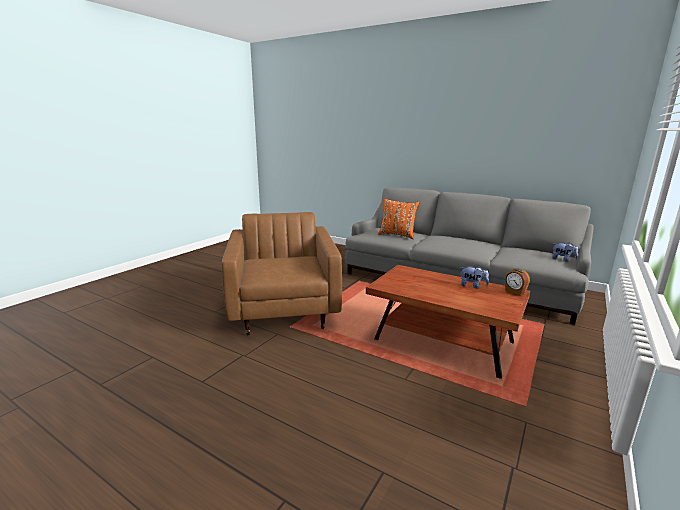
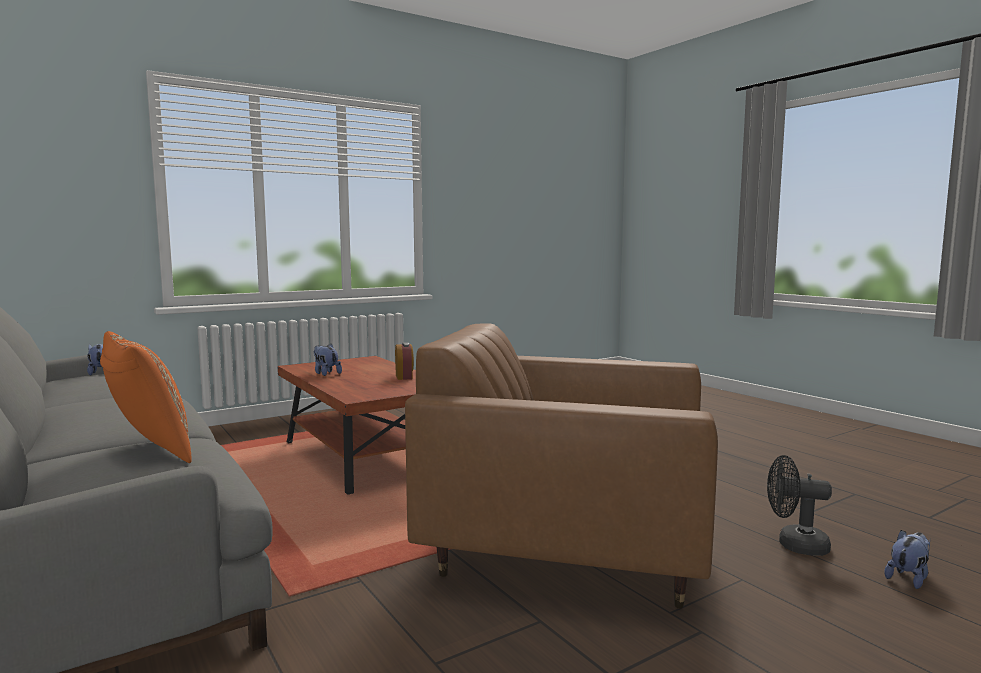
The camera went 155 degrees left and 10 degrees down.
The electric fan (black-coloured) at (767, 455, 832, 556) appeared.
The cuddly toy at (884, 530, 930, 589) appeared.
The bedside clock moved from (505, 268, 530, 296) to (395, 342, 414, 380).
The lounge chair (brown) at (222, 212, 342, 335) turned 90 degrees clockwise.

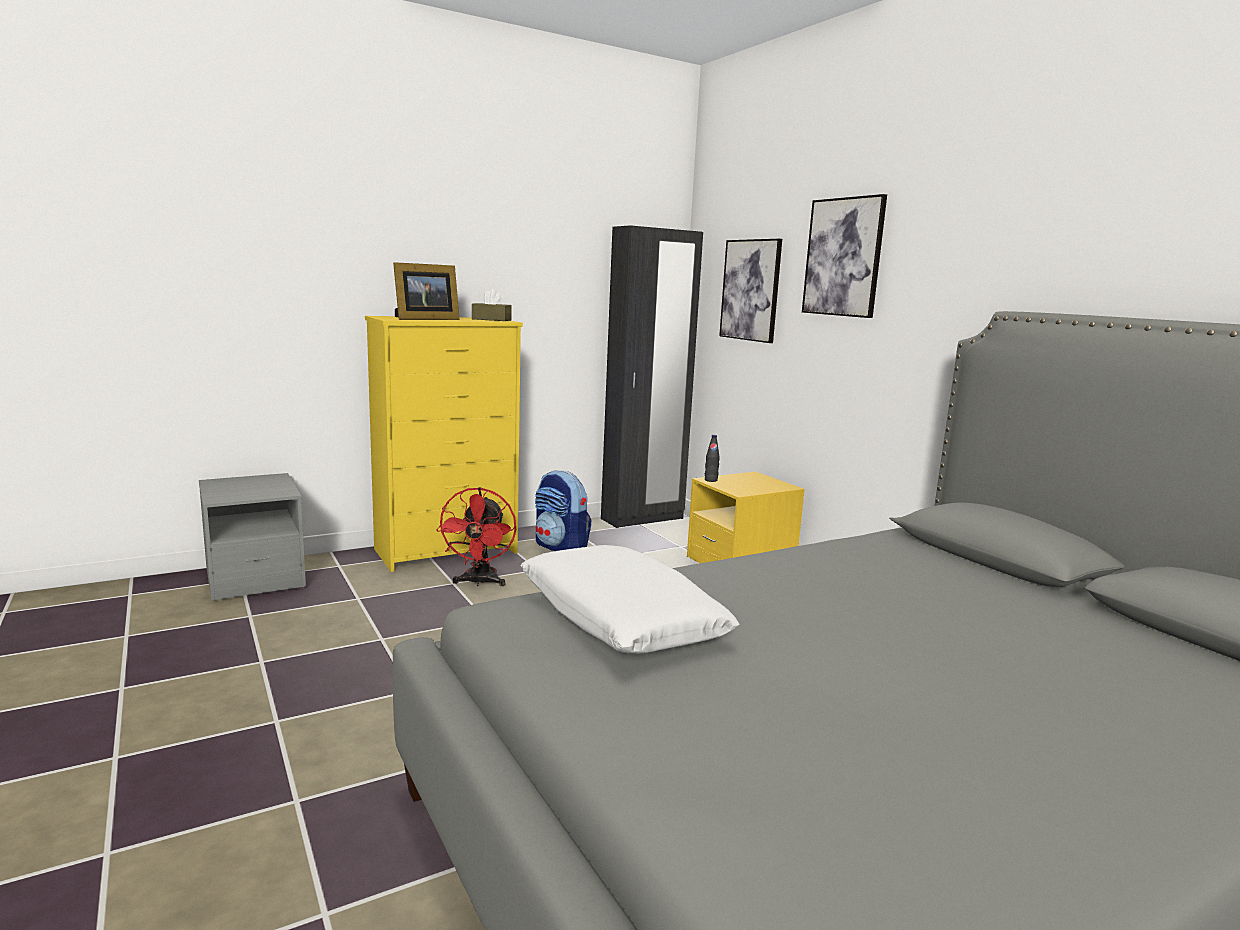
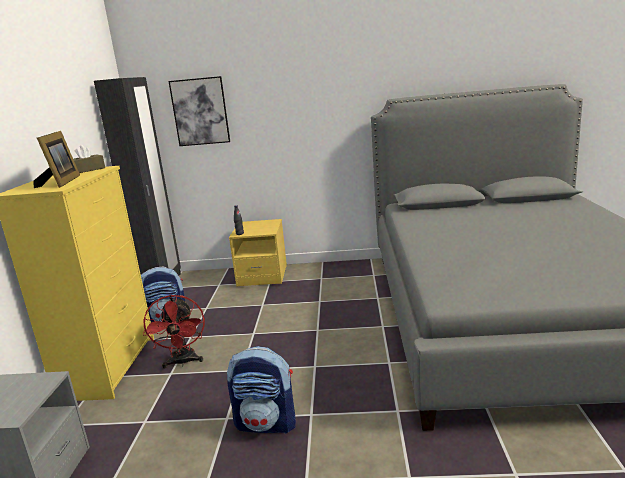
The camera went 55 degrees left and 5 degrees up.
The cushion (whitish) at (521, 545, 739, 654) disappeared.
The wall picture at (802, 194, 887, 318) disappeared.
The rucksack at (227, 346, 296, 434) appeared.
The electric fan (red) at (436, 487, 516, 586) turned 45 degrees clockwise.

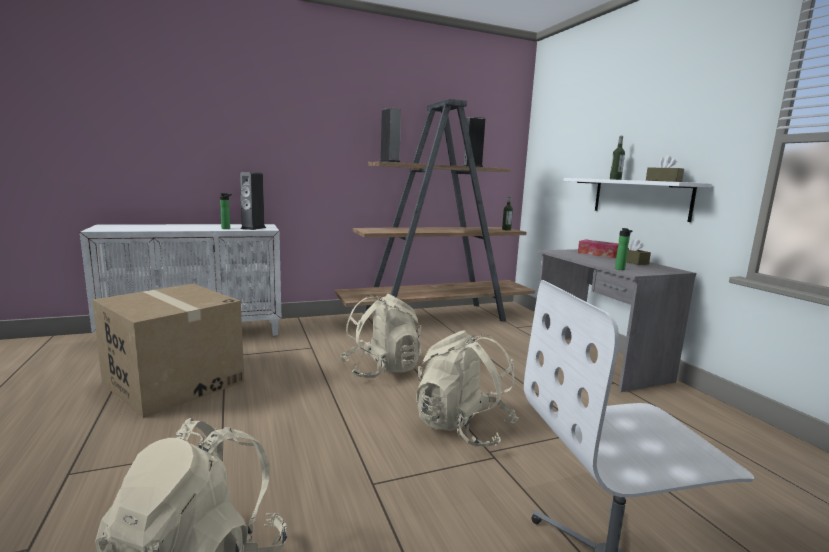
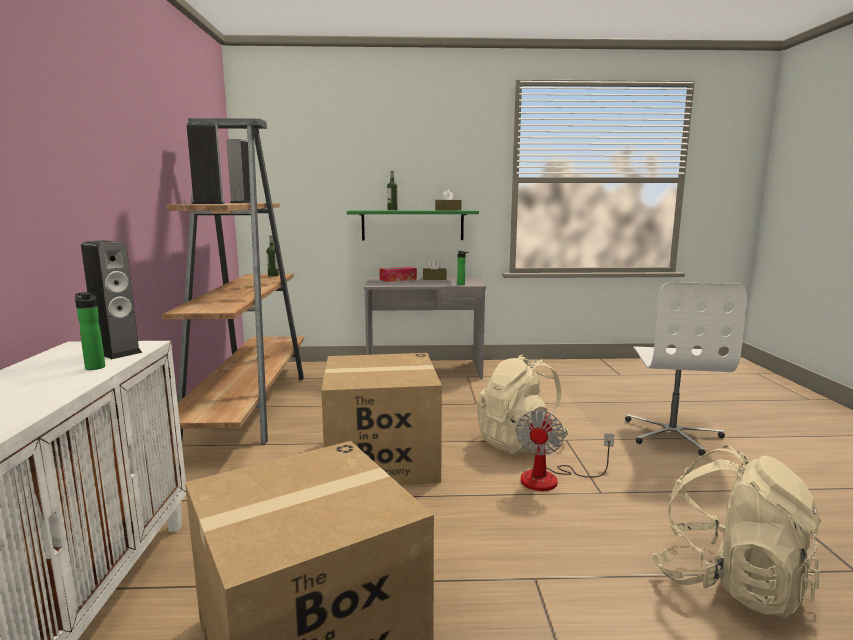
The camera went 70 degrees left and 0 degrees up.
The electric fan at (516, 410, 614, 491) appeared.
The rucksack (beige-coloured) at (340, 294, 421, 378) was replaced by the carton at (321, 353, 442, 485).
The bracket shelf (whitish) at (564, 178, 712, 222) became the bracket shelf (greenish) at (347, 210, 479, 241).

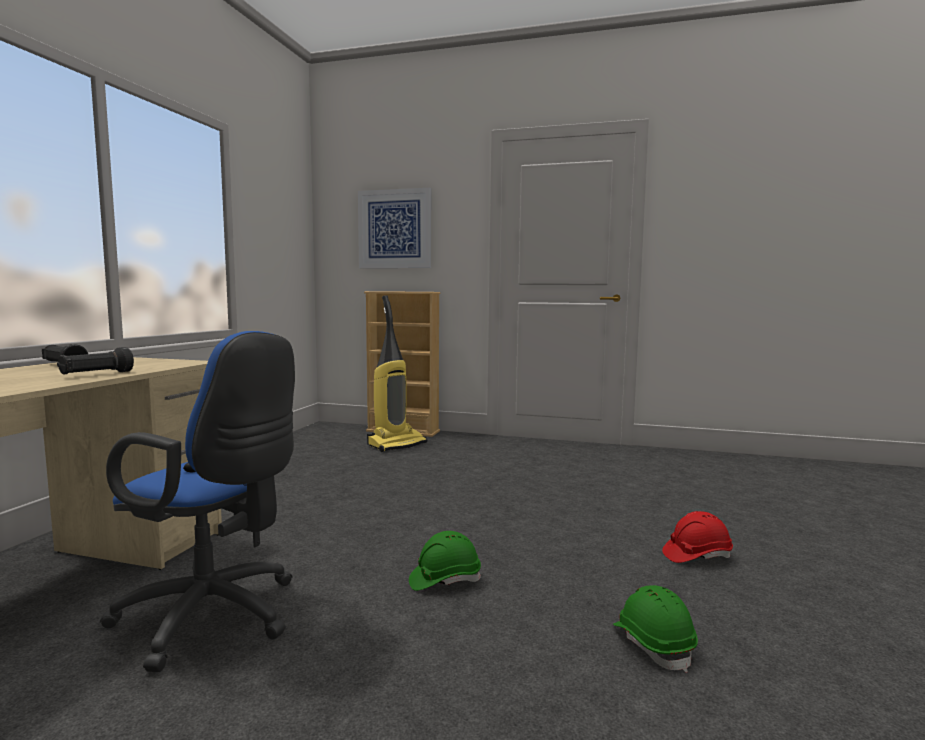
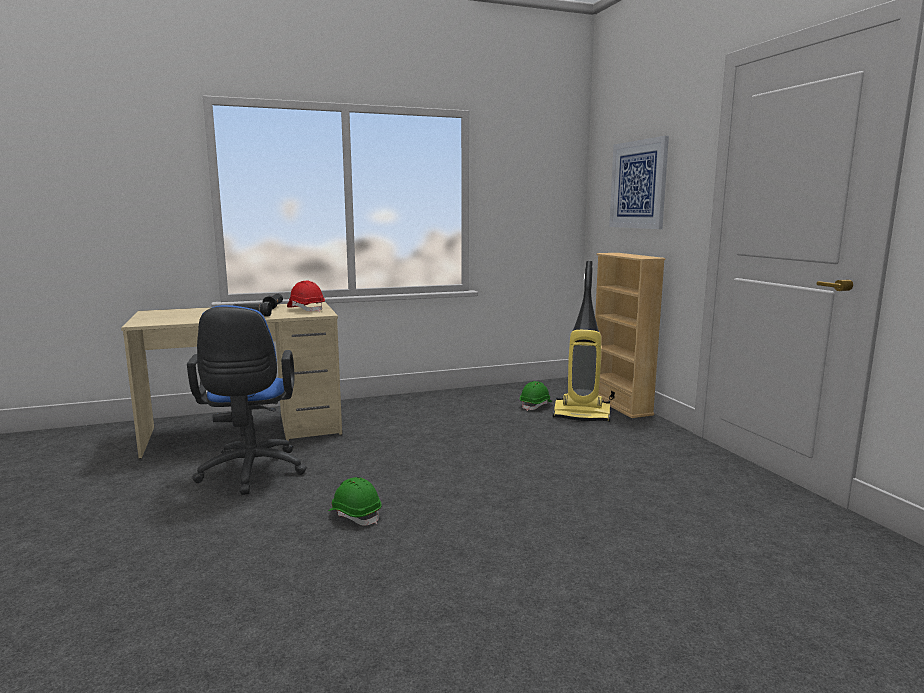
The camera went 55 degrees right and 5 degrees up.
The hard hat (greenish) moved from (613, 585, 698, 673) to (520, 381, 552, 411).
The hard hat (red) moved from (662, 511, 733, 563) to (287, 281, 325, 312).

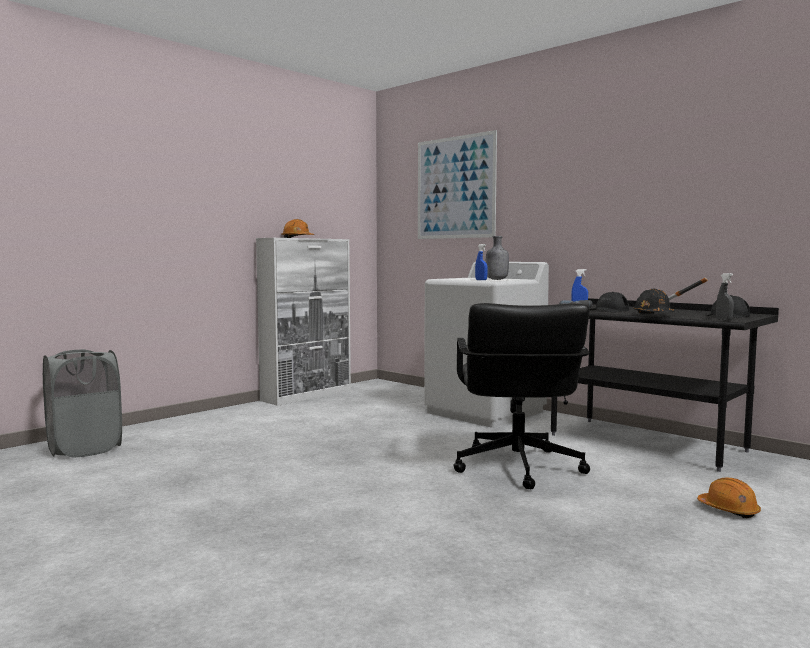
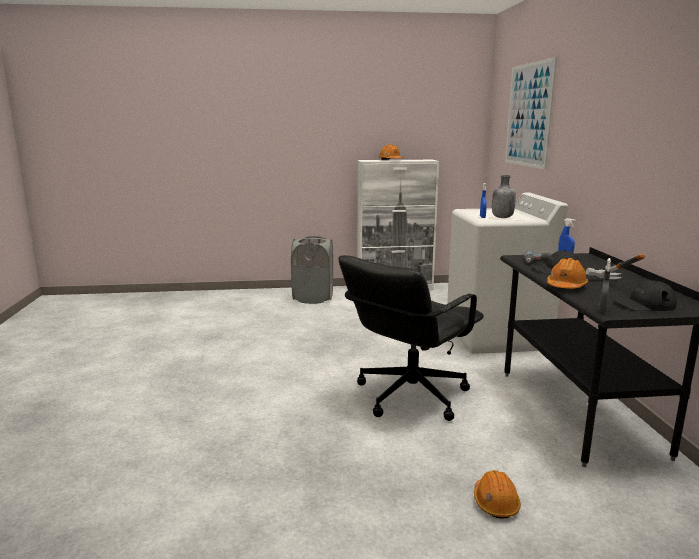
The camera went 40 degrees right and 10 degrees up.
The hamper (gray) moved from (43, 349, 122, 457) to (291, 236, 333, 304).
The hard hat (black-coloured) at (633, 289, 675, 314) became the hard hat (orangey) at (547, 258, 588, 289).

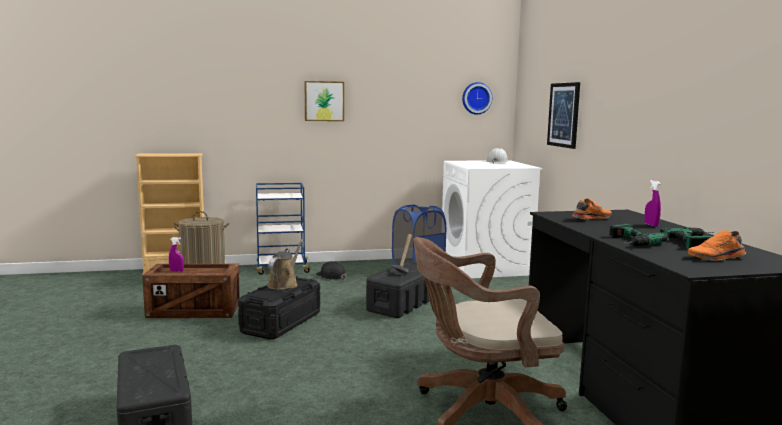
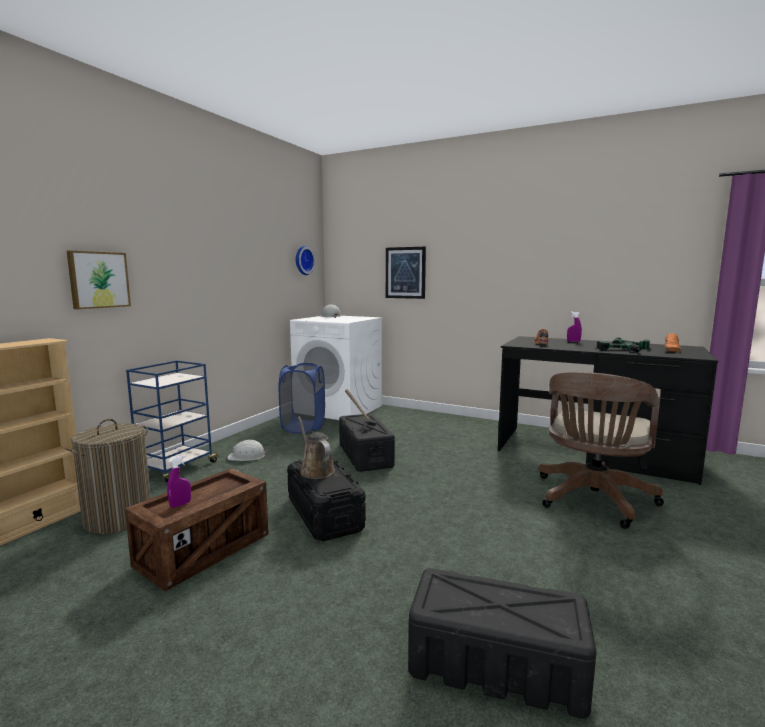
The camera went 50 degrees left and 0 degrees up.
The wall picture moved from (305, 81, 344, 121) to (67, 251, 131, 309).
The hard hat (black-coloured) at (316, 261, 346, 280) became the hard hat (whitish) at (227, 440, 268, 461).

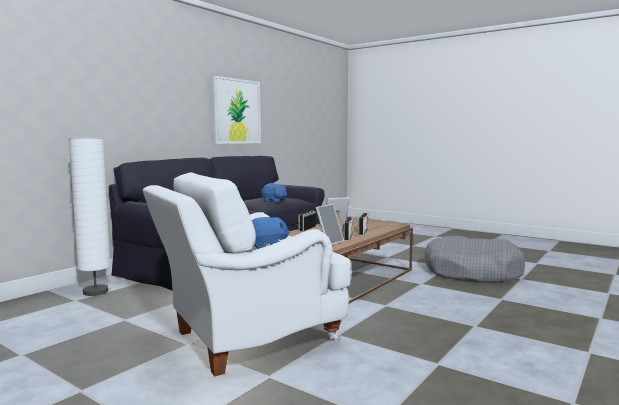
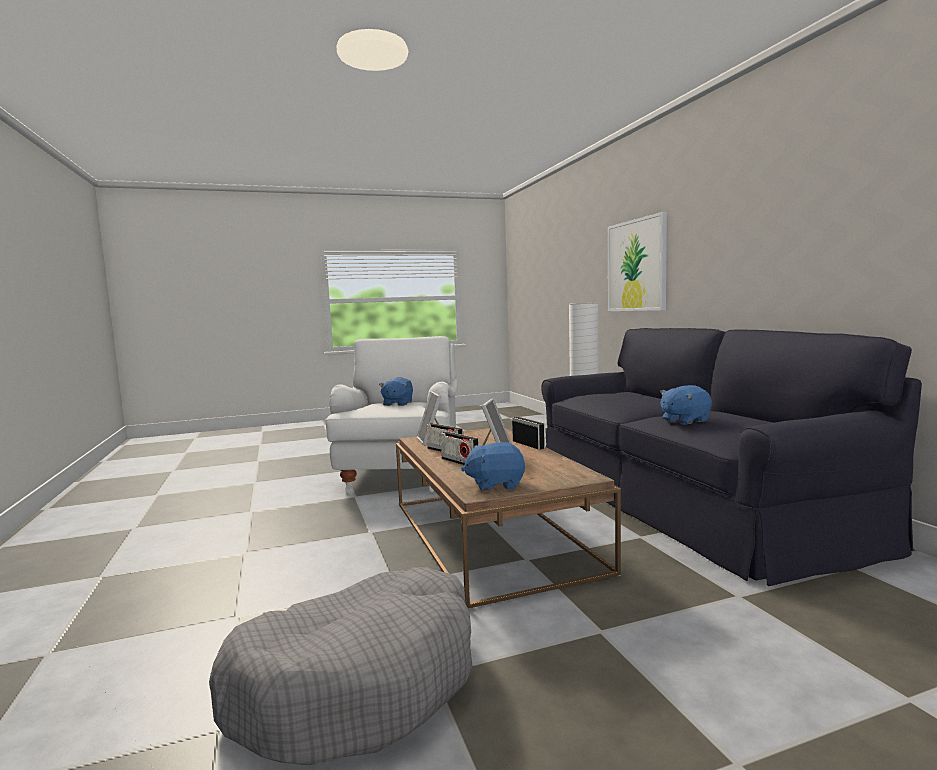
The camera went 125 degrees right and 0 degrees up.
The cuddly toy (blue) at (461, 442, 525, 491) appeared.
The wall picture moved from (212, 76, 261, 144) to (608, 212, 667, 311).

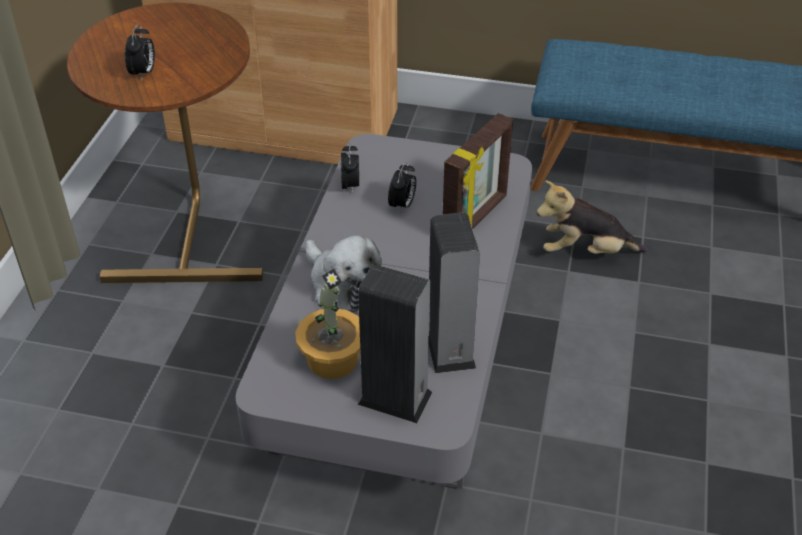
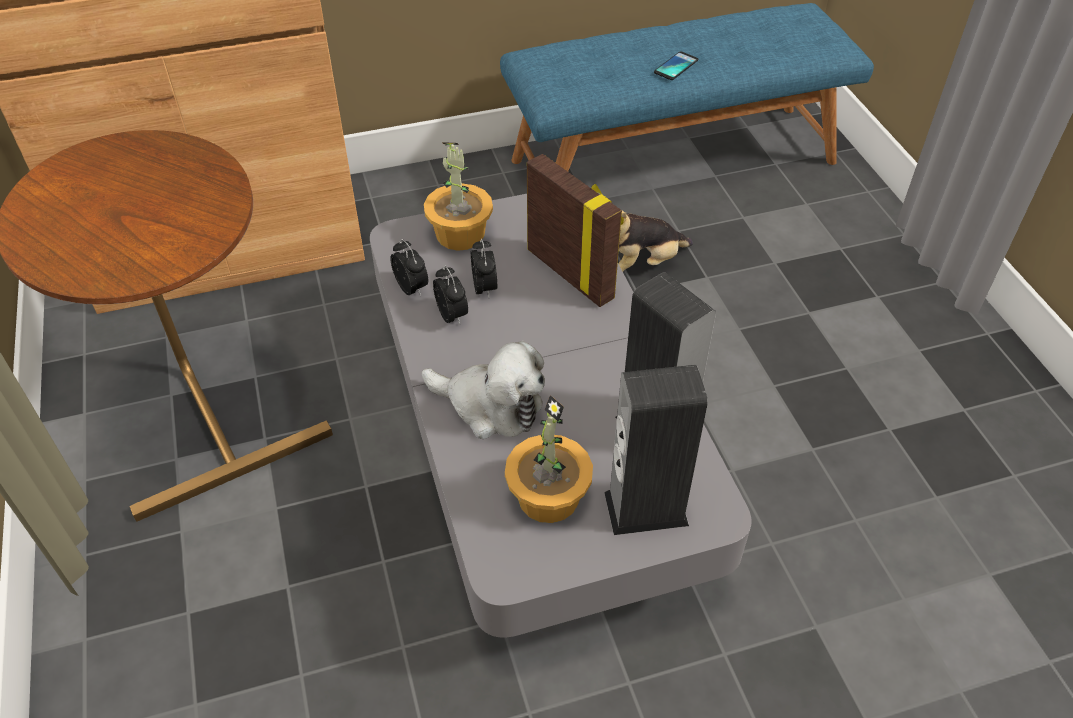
The camera went 30 degrees left and 5 degrees up.
The plant in a pot at (424, 142, 493, 251) appeared.
The phone at (654, 51, 698, 80) appeared.
The bedside clock moved from (125, 24, 155, 80) to (433, 266, 468, 325).
The standing frame at (443, 113, 513, 229) turned 45 degrees counterclockwise.

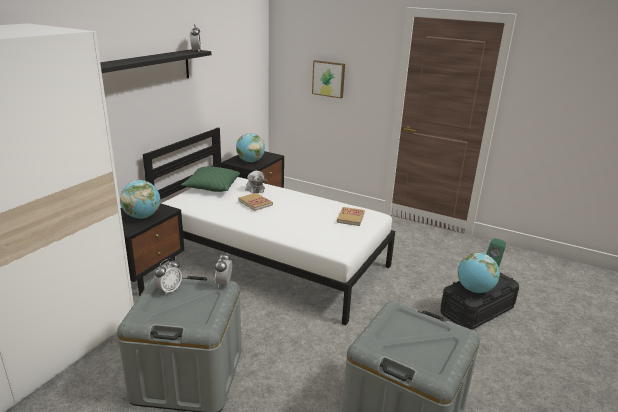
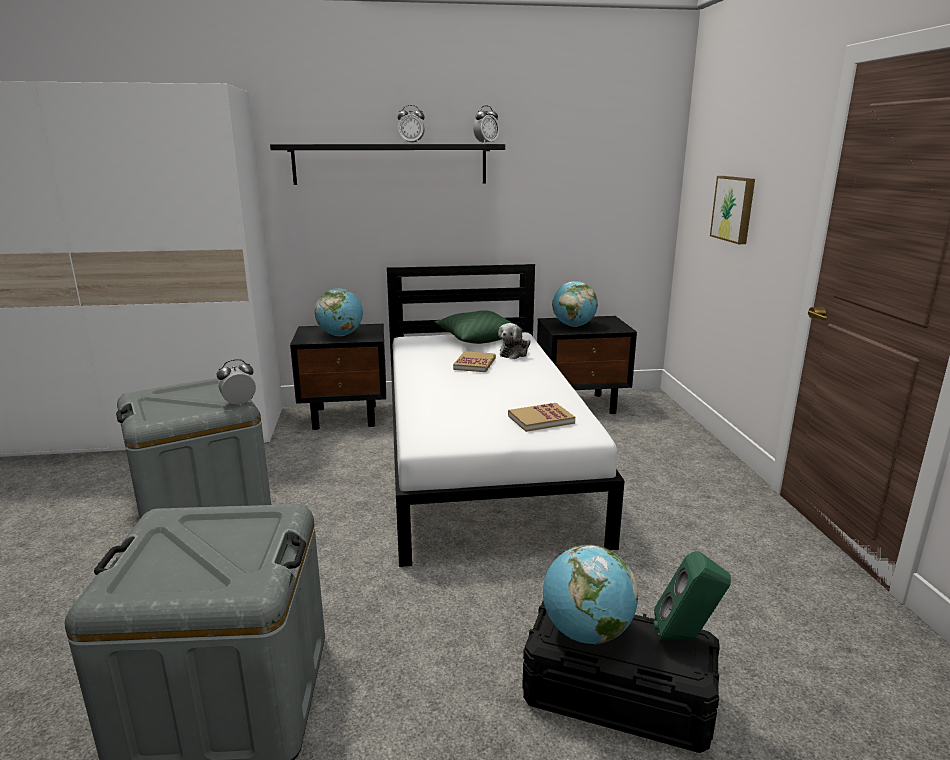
The camera went 55 degrees right and 5 degrees down.
The bedside clock moved from (154, 258, 182, 295) to (397, 105, 425, 144).

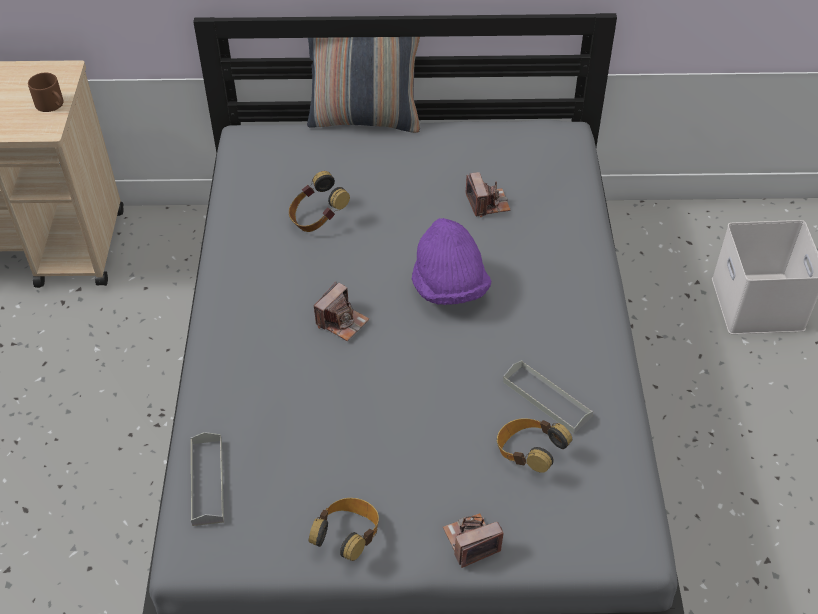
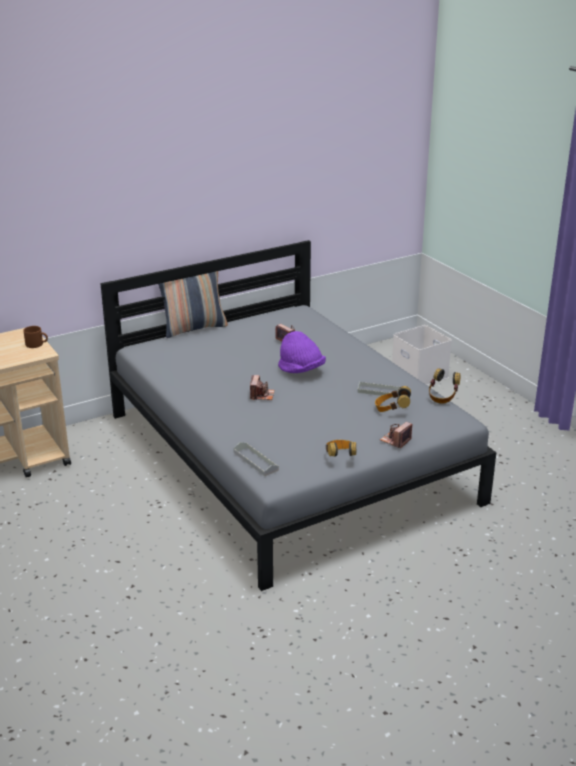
The camera went 30 degrees left and 20 degrees down.
The headphones moved from (289, 171, 350, 232) to (429, 368, 460, 404).

